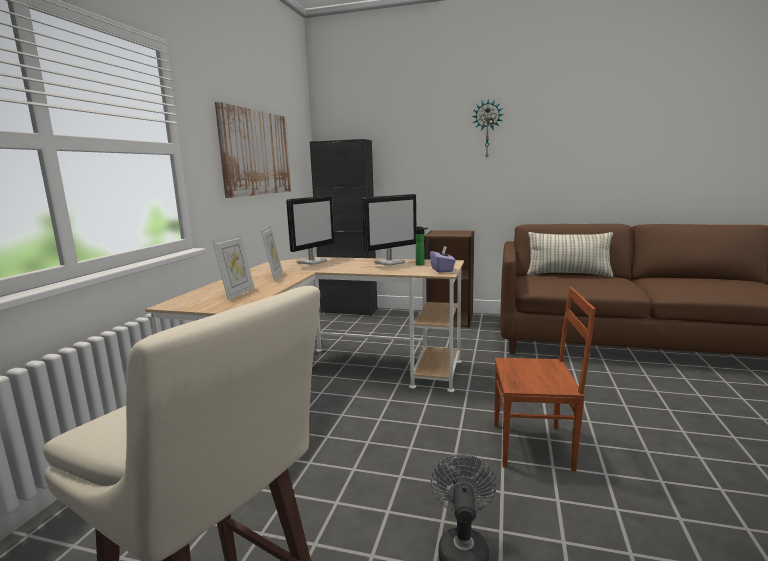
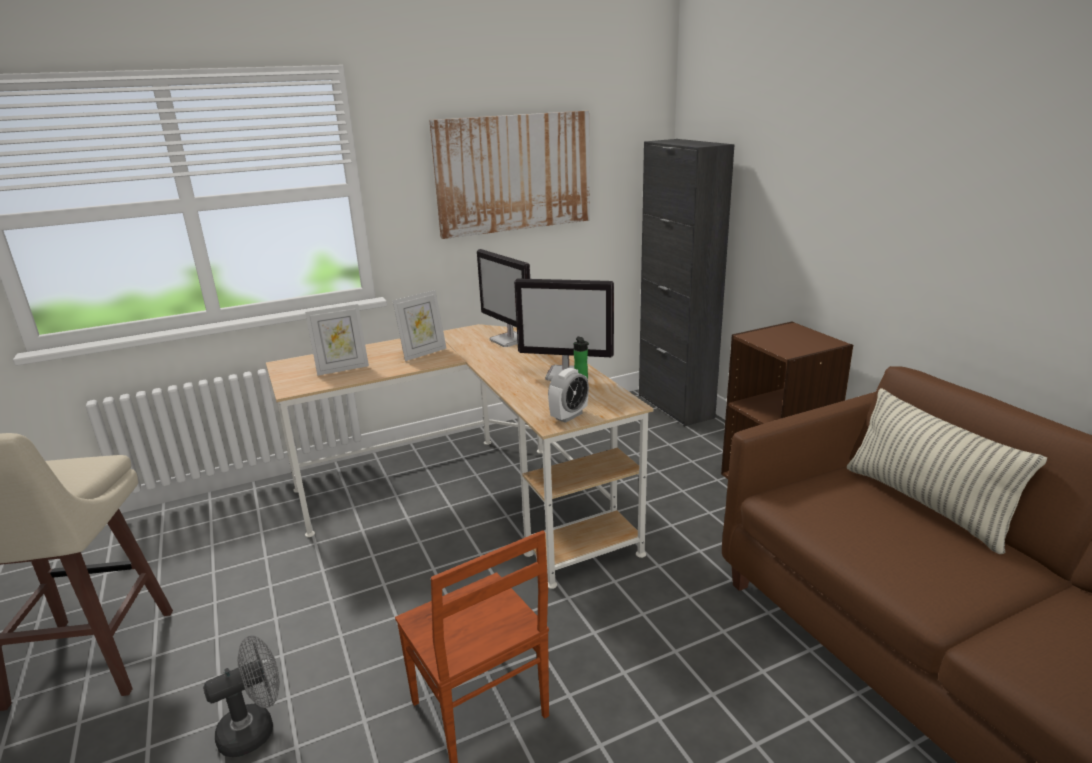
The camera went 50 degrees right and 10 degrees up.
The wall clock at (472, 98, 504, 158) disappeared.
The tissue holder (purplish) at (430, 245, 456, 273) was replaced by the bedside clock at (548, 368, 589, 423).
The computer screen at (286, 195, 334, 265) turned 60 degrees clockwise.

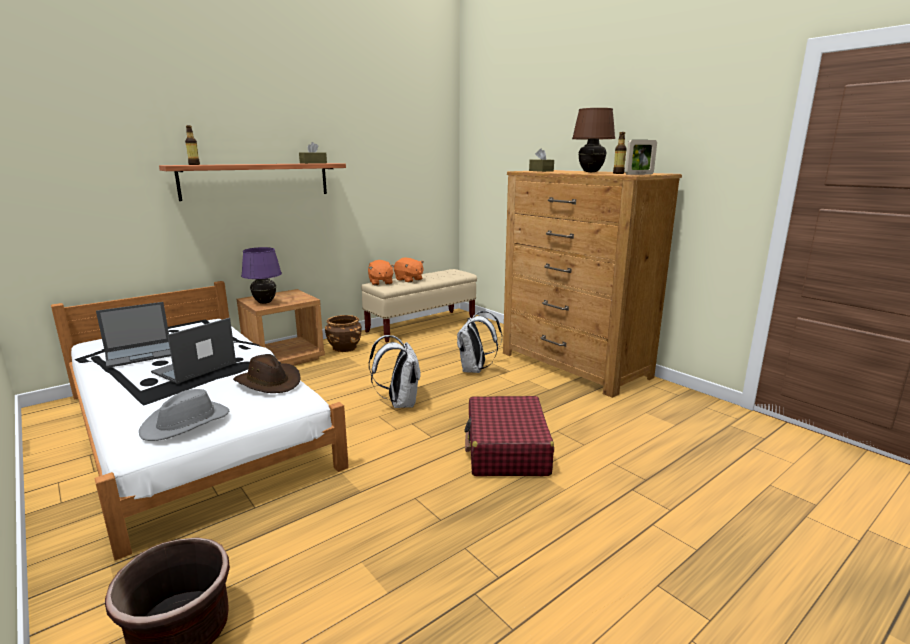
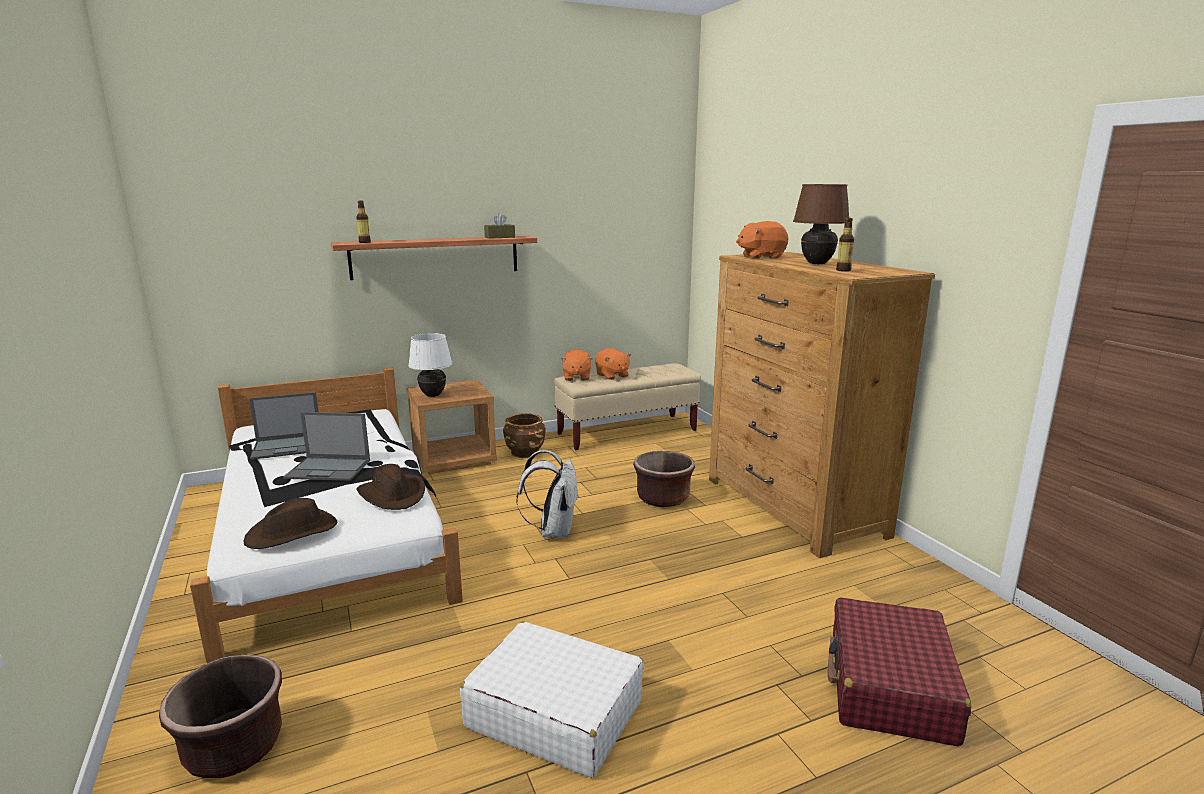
The camera went 15 degrees right and 0 degrees up.
The standing frame at (625, 140, 657, 175) disappeared.
The piece of luggage (whitish) at (460, 622, 644, 778) appeared.
The piece of luggage (red) moved from (464, 396, 554, 476) to (828, 597, 971, 747).
The rucksack (whitish) at (457, 311, 502, 373) was replaced by the plant pot (brown) at (633, 451, 695, 507).
The tissue holder (brown) at (529, 148, 554, 172) was replaced by the cuddly toy (orangey) at (736, 221, 788, 259).
The clothing hat (gray) at (139, 389, 229, 441) became the clothing hat (brown) at (244, 498, 337, 549).
The lamp for a table (purplish) at (241, 247, 282, 304) became the lamp for a table (whitish) at (408, 333, 453, 397).
The portable computer at (151, 318, 236, 384) turned 135 degrees counterclockwise.

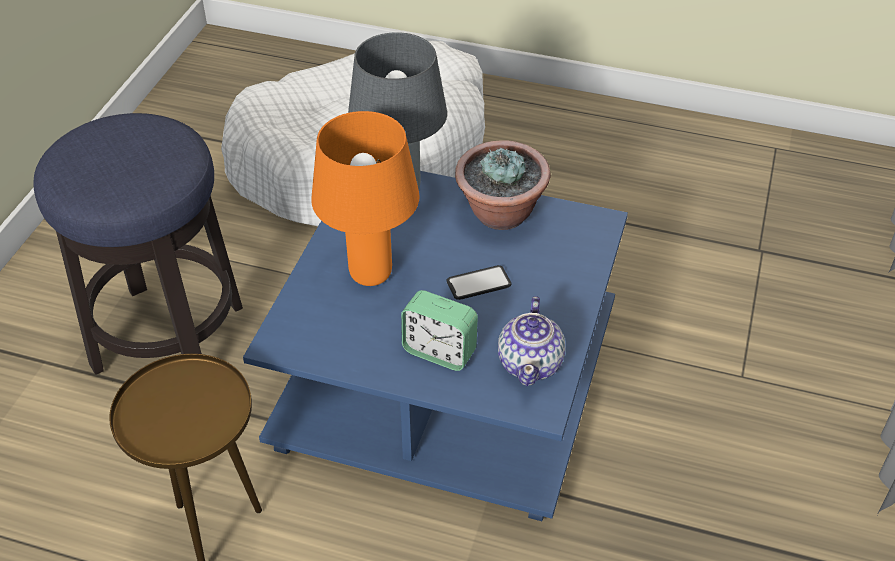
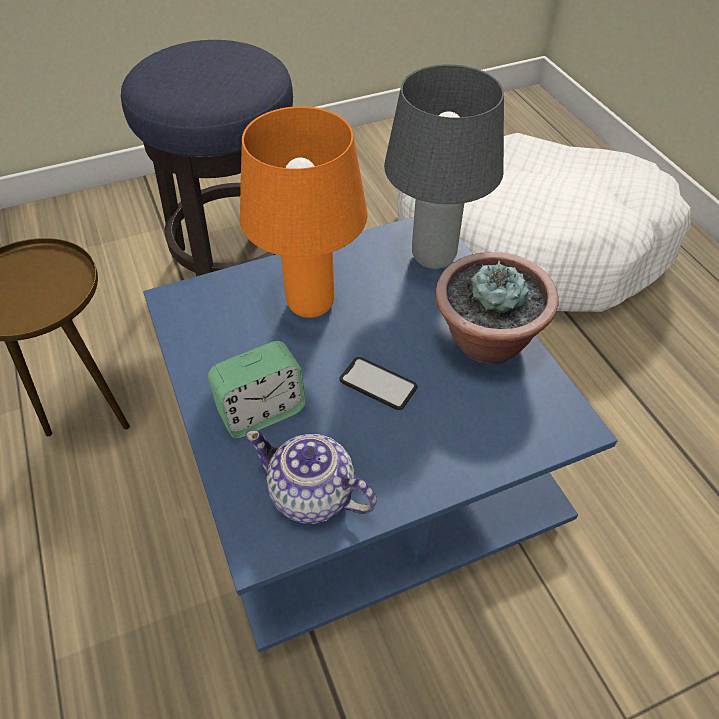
The camera went 50 degrees right and 5 degrees up.
The bedside clock at (401, 290, 478, 371) turned 105 degrees counterclockwise.
The pot for tea at (498, 296, 565, 386) turned 60 degrees clockwise.

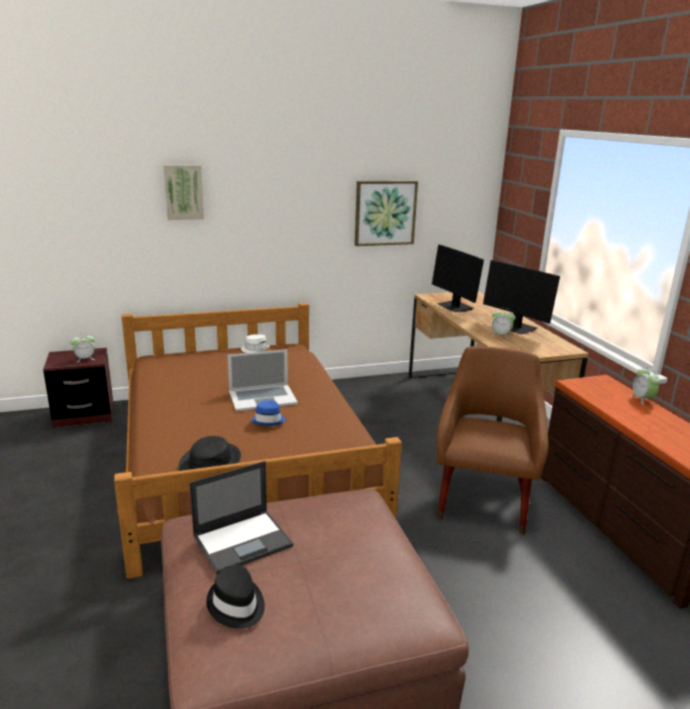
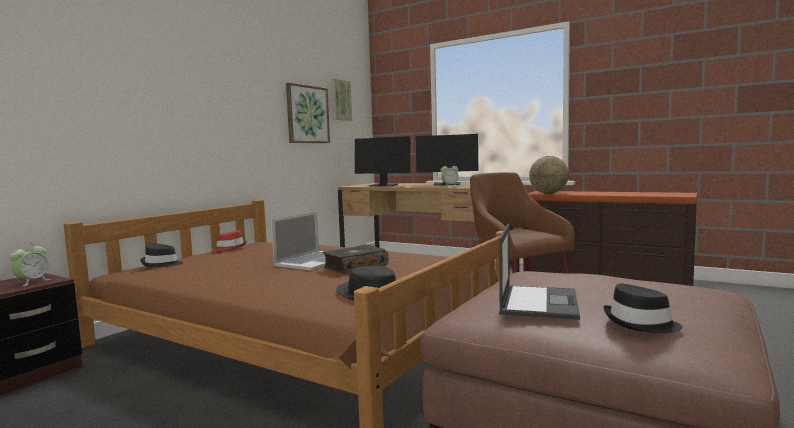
The camera went 40 degrees left and 15 degrees down.
The bedside clock at (630, 367, 660, 405) disappeared.
The clothing hat (black-coloured) at (141, 244, 183, 267) appeared.
The globe at (529, 156, 569, 194) appeared.
The wall picture moved from (164, 165, 204, 220) to (331, 79, 352, 121).
The clothing hat (blue) at (251, 401, 286, 426) was replaced by the book at (322, 244, 389, 273).
The clothing hat (whitish) at (241, 334, 270, 353) became the clothing hat (red) at (212, 230, 247, 251).

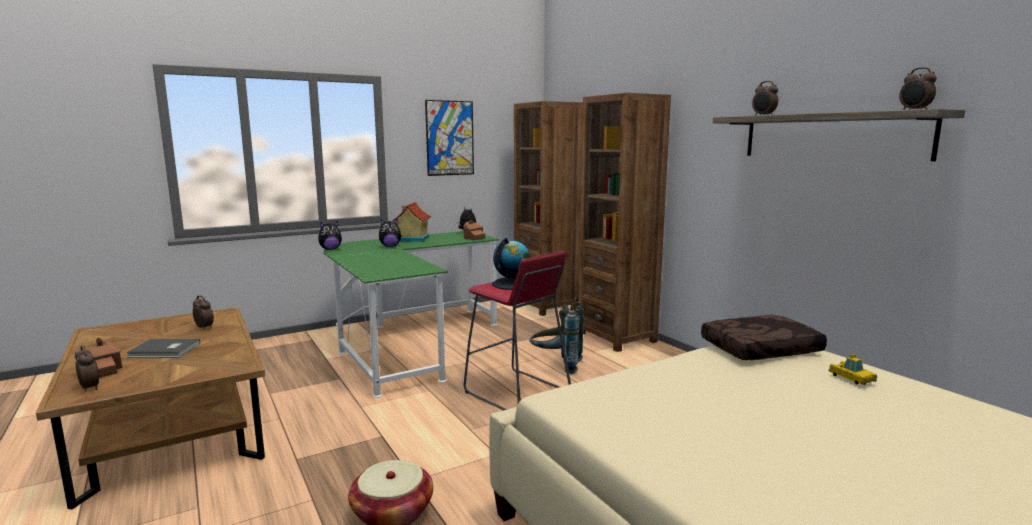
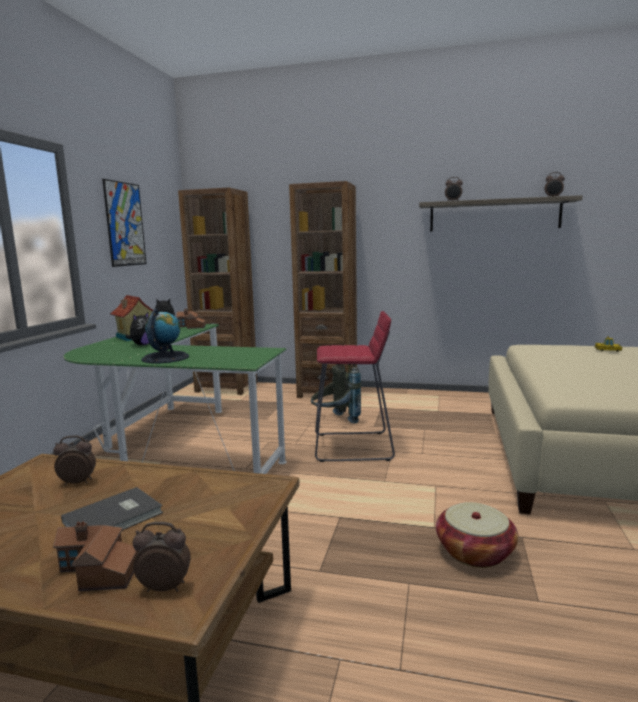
The camera went 45 degrees left and 0 degrees up.
The cuddly toy at (318, 221, 342, 250) disappeared.
The cushion (brown) at (701, 315, 827, 360) disappeared.
The globe moved from (492, 237, 529, 290) to (142, 309, 189, 363).

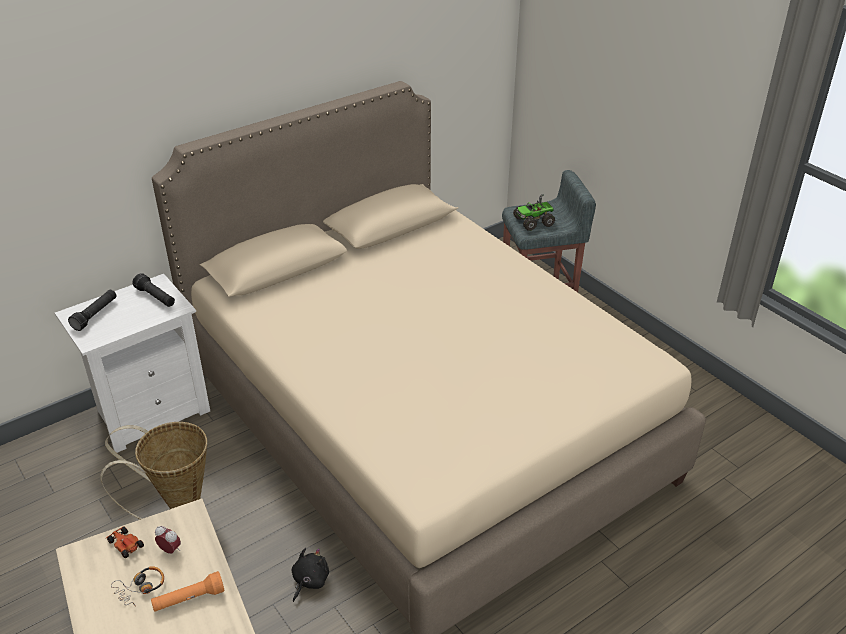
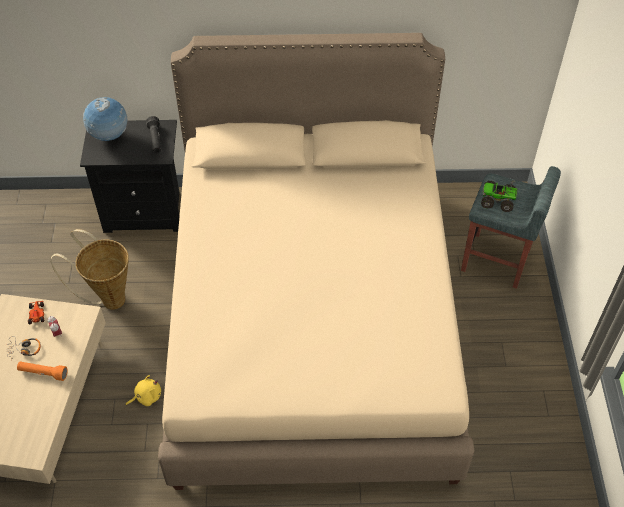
The camera went 35 degrees right and 15 degrees up.
The flashlight (black-coloured) at (68, 290, 117, 331) was replaced by the globe at (83, 97, 128, 141).
The bedside table (whitish) at (55, 274, 210, 453) became the bedside table (black-coloured) at (80, 120, 180, 233).
The cuddly toy (black-coloured) at (292, 548, 329, 602) became the cuddly toy (yellowish) at (125, 375, 161, 406).

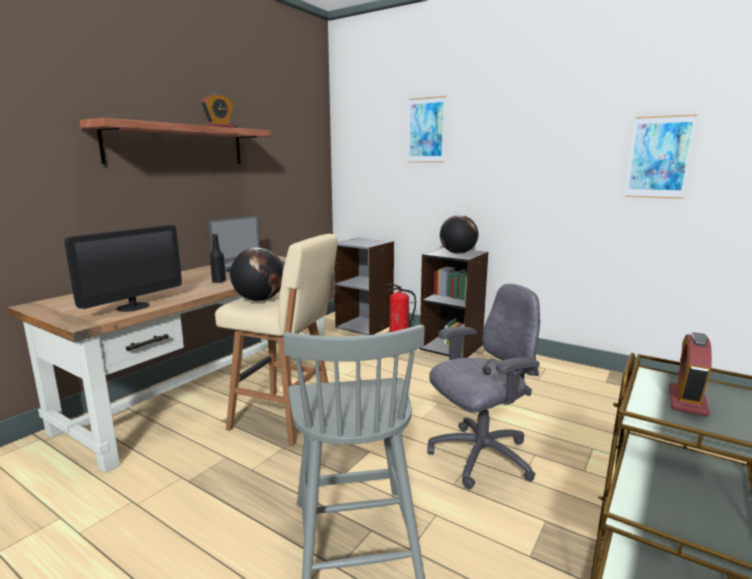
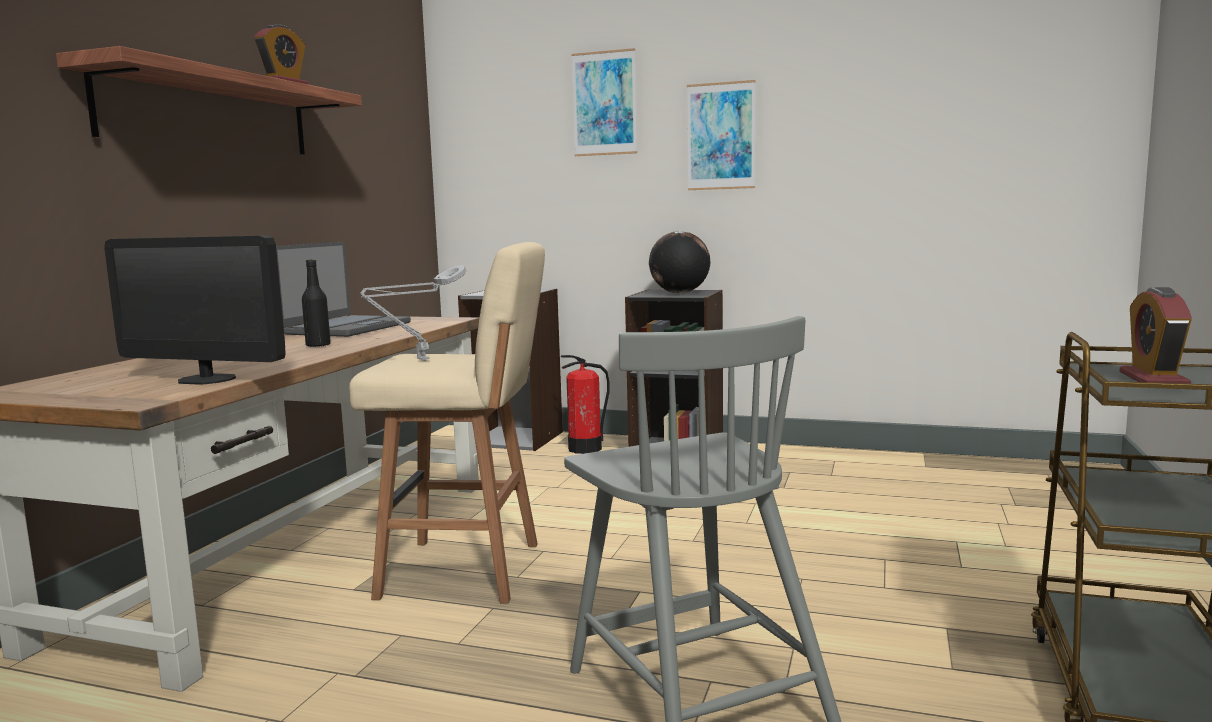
The camera went 15 degrees left and 5 degrees down.
The desk chair (gray) at (427, 284, 540, 489) disappeared.
The wall picture moved from (625, 114, 697, 199) to (687, 80, 755, 190).
The globe at (230, 247, 284, 301) was replaced by the lamp for a table (gray) at (361, 265, 466, 361).
The computer screen at (64, 225, 182, 312) turned 90 degrees clockwise.

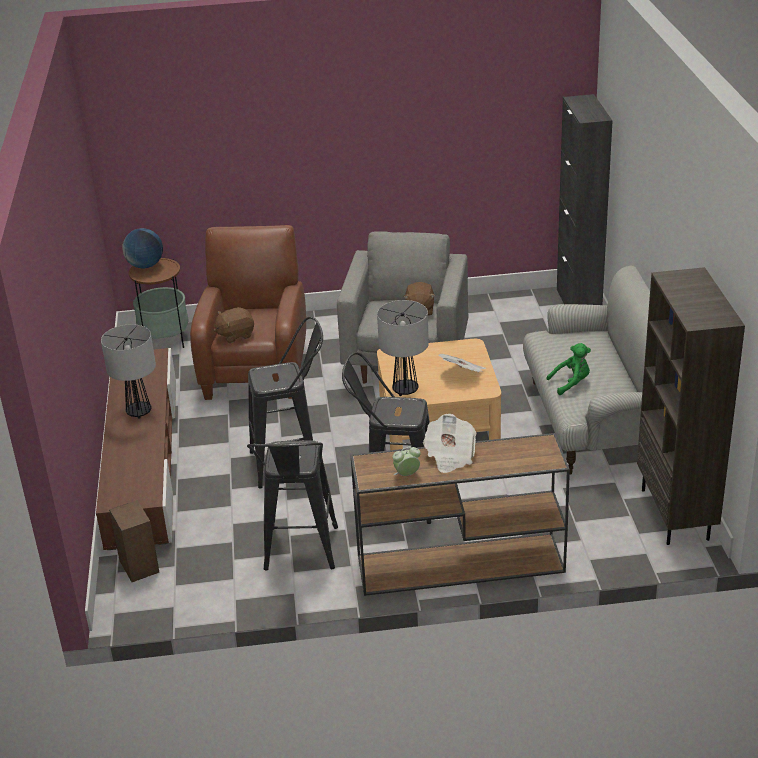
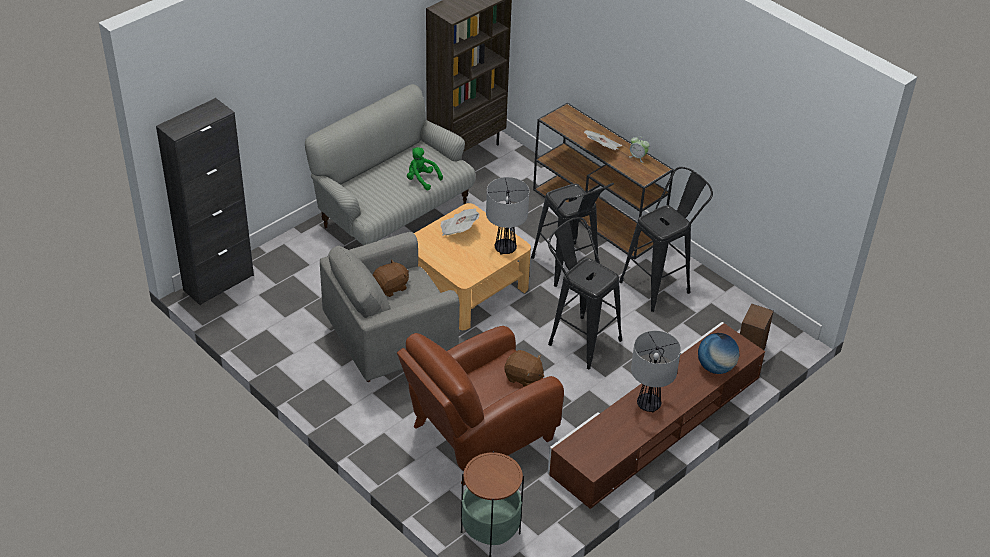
The camera went 130 degrees left and 10 degrees up.
The globe moved from (122, 228, 163, 268) to (698, 333, 739, 374).

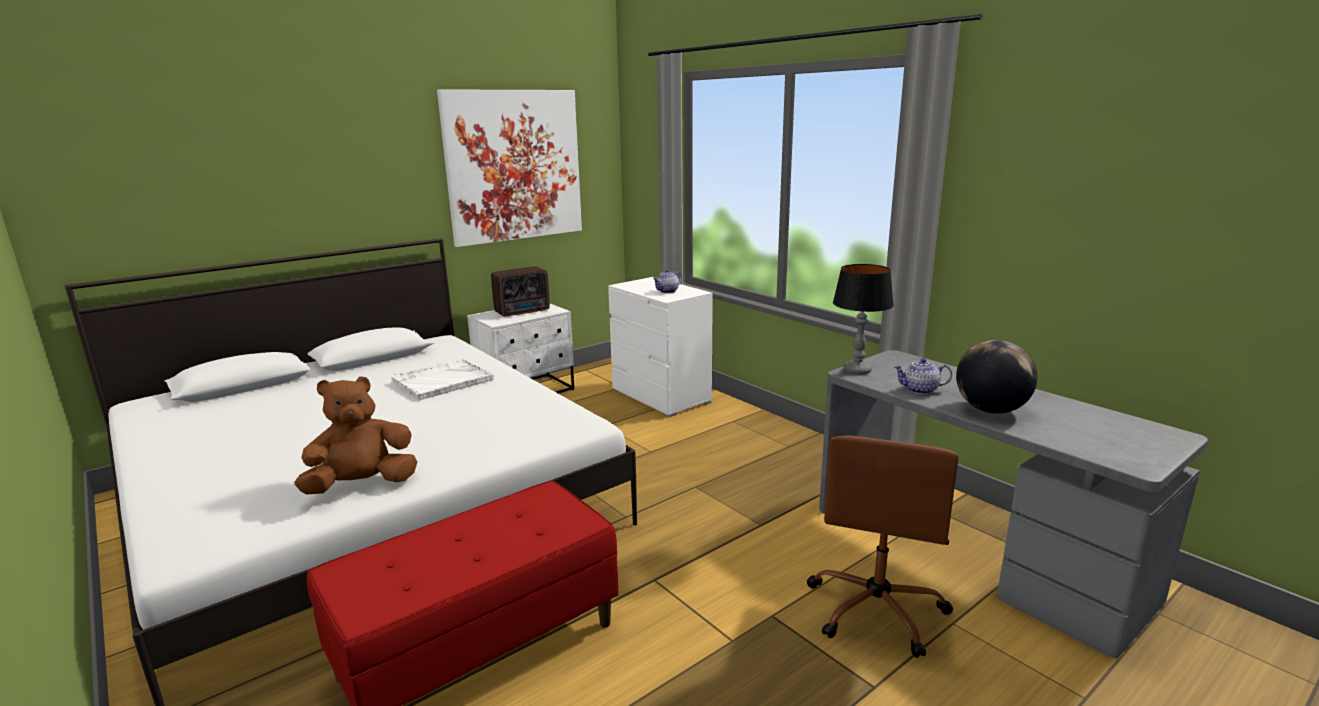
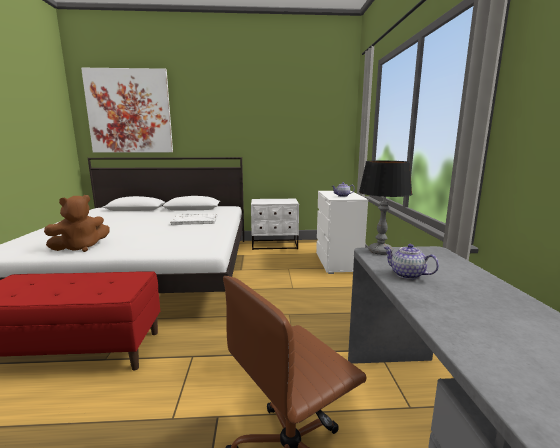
The camera went 35 degrees right and 5 degrees down.
The radio receiver at (491, 266, 550, 316) disappeared.
The globe at (956, 340, 1038, 413) disappeared.
The wall picture moved from (437, 89, 582, 247) to (81, 68, 173, 152).
The cuddly toy (brown) at (294, 376, 417, 494) turned 135 degrees clockwise.

